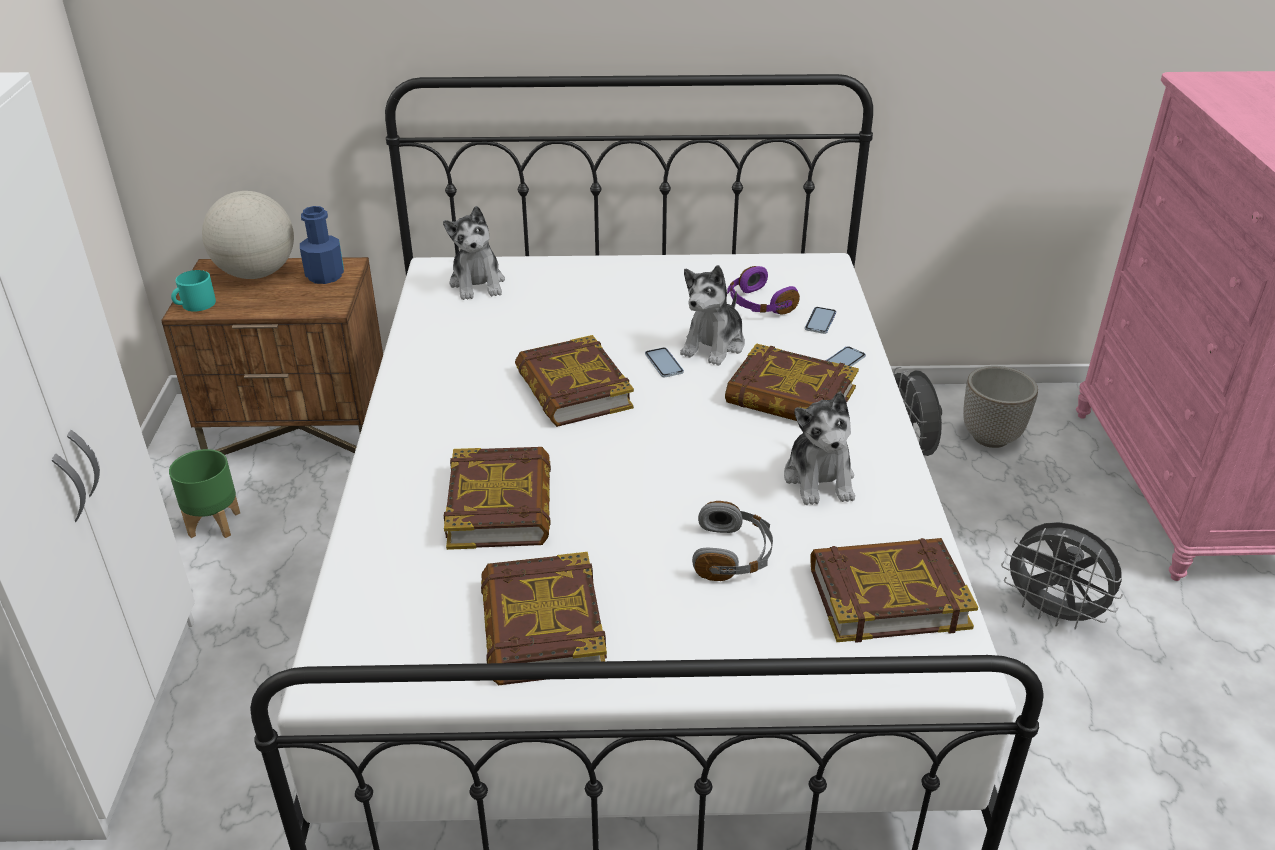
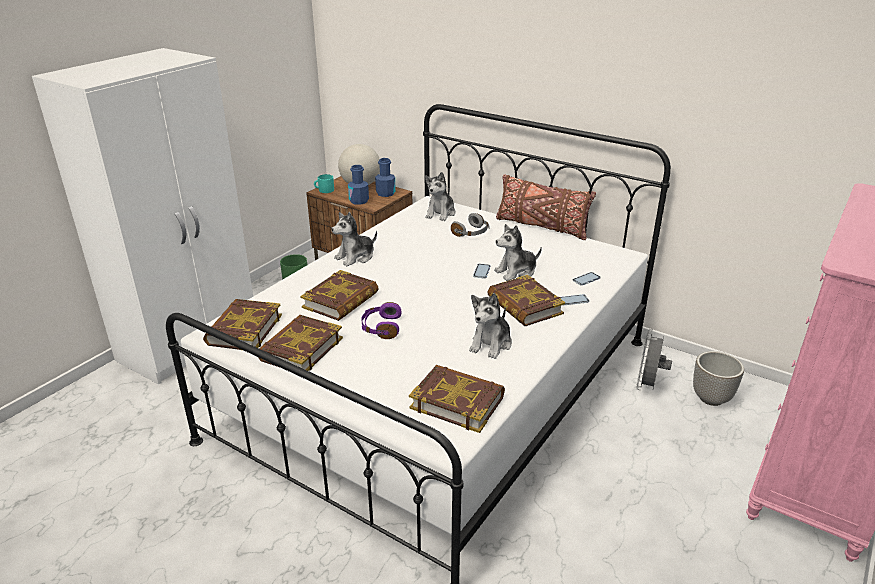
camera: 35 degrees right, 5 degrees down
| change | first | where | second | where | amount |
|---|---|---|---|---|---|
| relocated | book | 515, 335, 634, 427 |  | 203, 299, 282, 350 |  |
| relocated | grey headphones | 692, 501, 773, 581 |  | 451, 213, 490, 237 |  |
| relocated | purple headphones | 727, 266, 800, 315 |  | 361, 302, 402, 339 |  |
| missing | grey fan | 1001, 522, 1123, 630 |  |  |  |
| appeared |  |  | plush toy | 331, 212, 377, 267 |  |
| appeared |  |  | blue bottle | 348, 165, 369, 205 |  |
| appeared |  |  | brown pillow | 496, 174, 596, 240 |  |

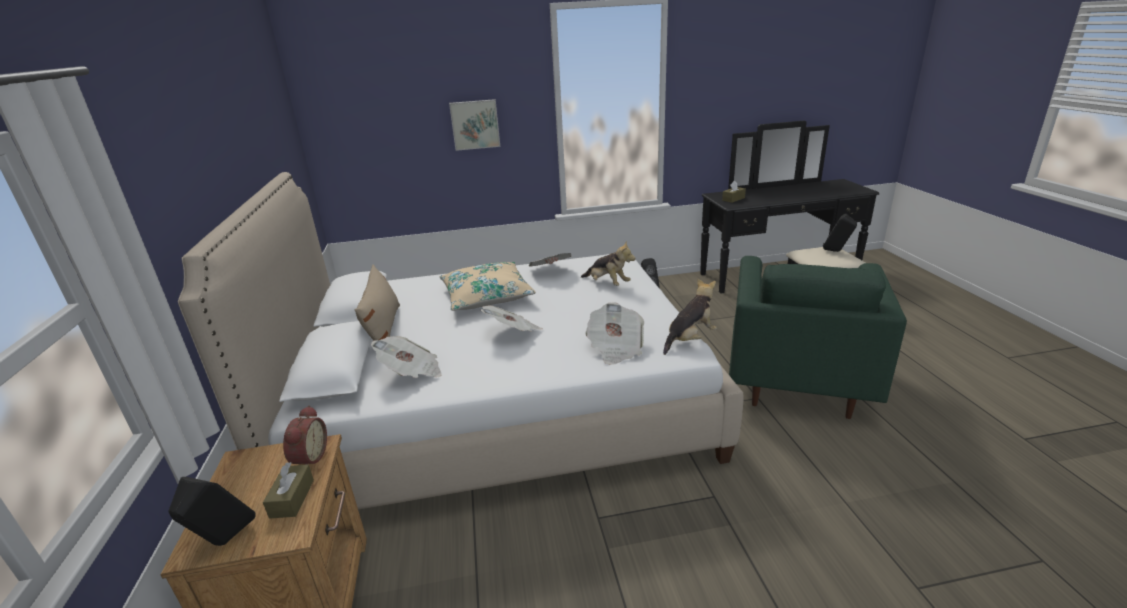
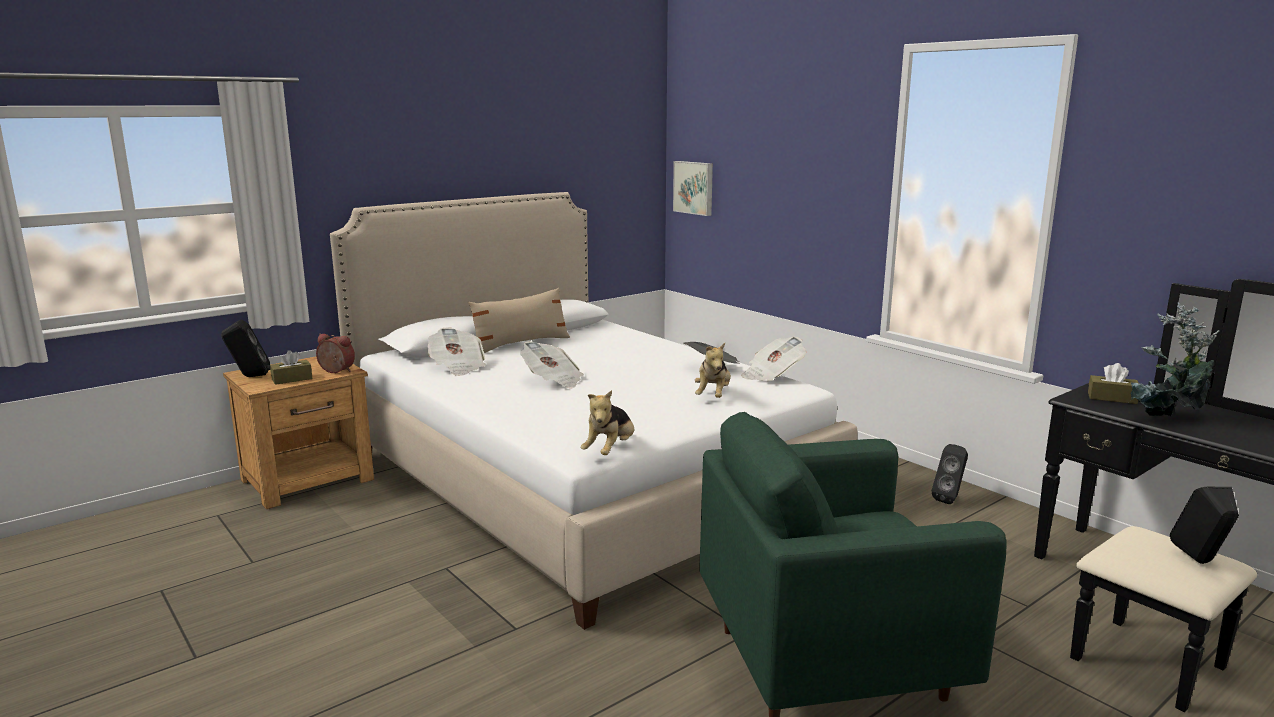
camera: 60 degrees right, 10 degrees down
| change | first | where | second | where | amount |
|---|---|---|---|---|---|
| spun | alarm clock | 283, 405, 327, 465 |  | 316, 334, 355, 373 | 135 degrees counterclockwise |
| missing | beige pillow | 439, 262, 536, 311 |  |  |  |
| relocated | picture | 449, 99, 500, 151 |  | 673, 161, 713, 216 |  |
| relocated | newspaper | 585, 302, 644, 365 |  | 741, 337, 806, 381 |  |
| spun | plush toy | 663, 279, 717, 355 |  | 581, 390, 634, 455 | 90 degrees clockwise |
| appeared |  |  | potted plant | 1129, 302, 1219, 416 |  |

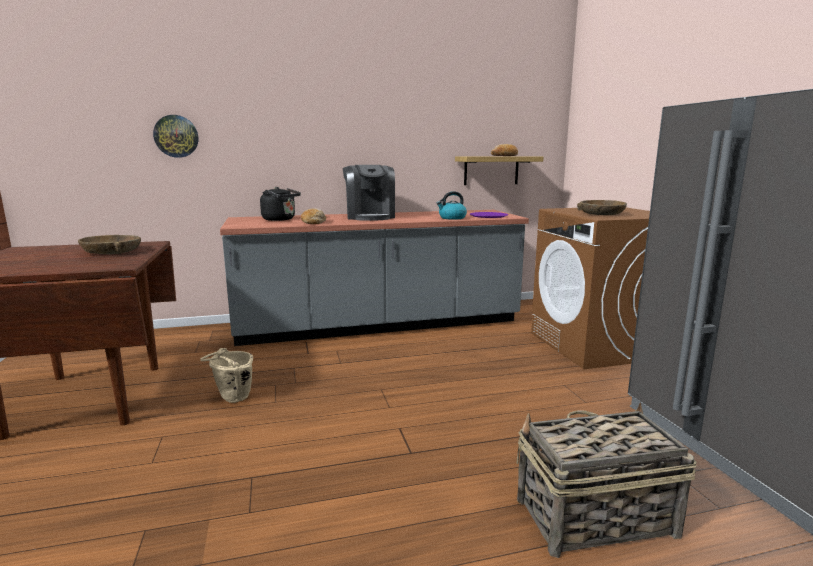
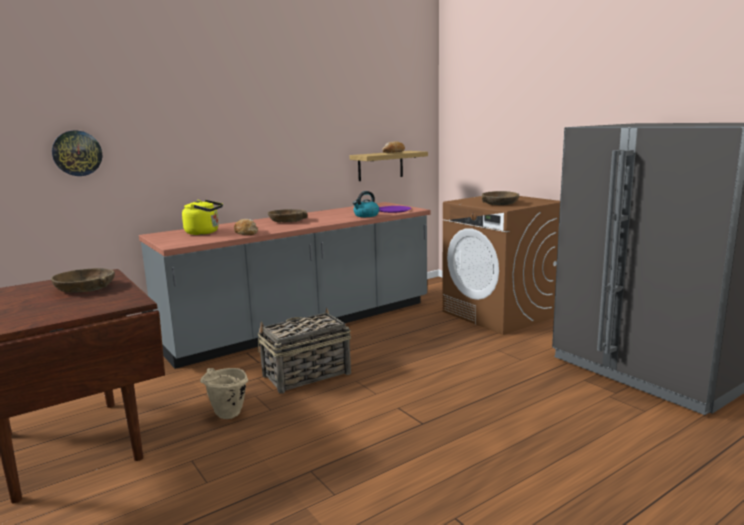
camera: 20 degrees left, 0 degrees up
| change | first | where | second | where | amount |
|---|---|---|---|---|---|
| colour | black kettle | 260, 187, 301, 221 | yellow kettle | 182, 200, 223, 235 |  |
| exchanged | coffee machine | 343, 165, 395, 221 | brown bowl | 268, 209, 307, 223 |  |
| relocated | basket | 516, 403, 696, 558 |  | 257, 307, 351, 394 |  |

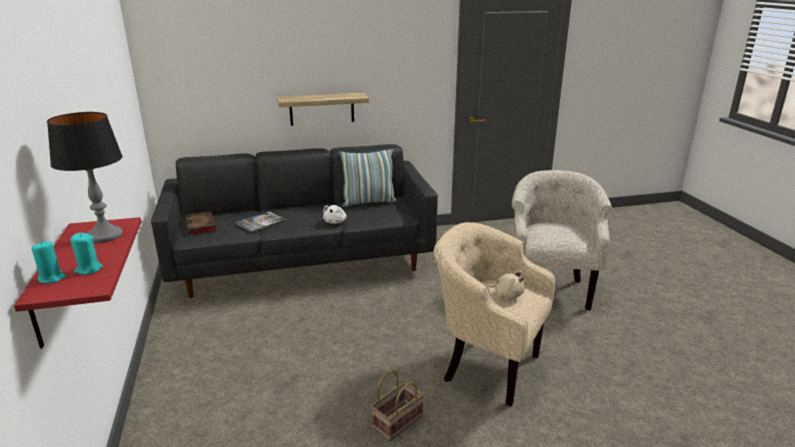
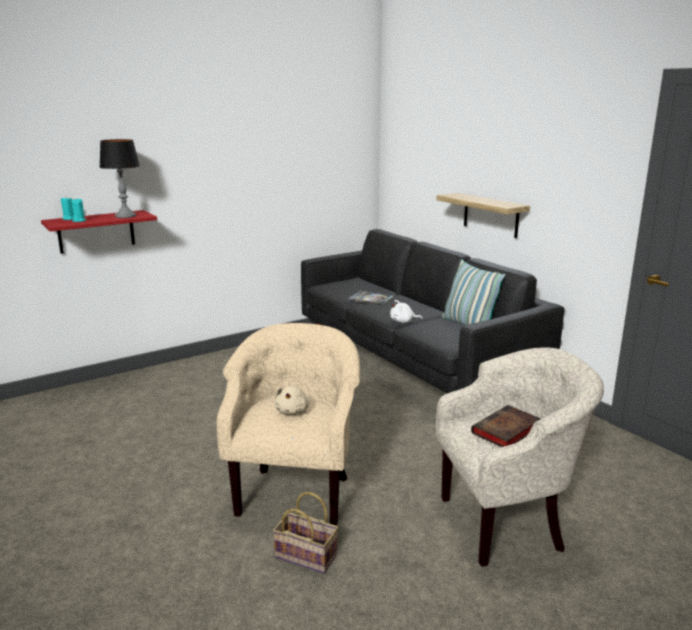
camera: 70 degrees right, 5 degrees down
| change | first | where | second | where | amount |
|---|---|---|---|---|---|
| relocated | book | 185, 211, 217, 235 |  | 471, 405, 541, 447 |  |
| relocated | basket | 371, 370, 424, 441 |  | 273, 492, 338, 573 |  |

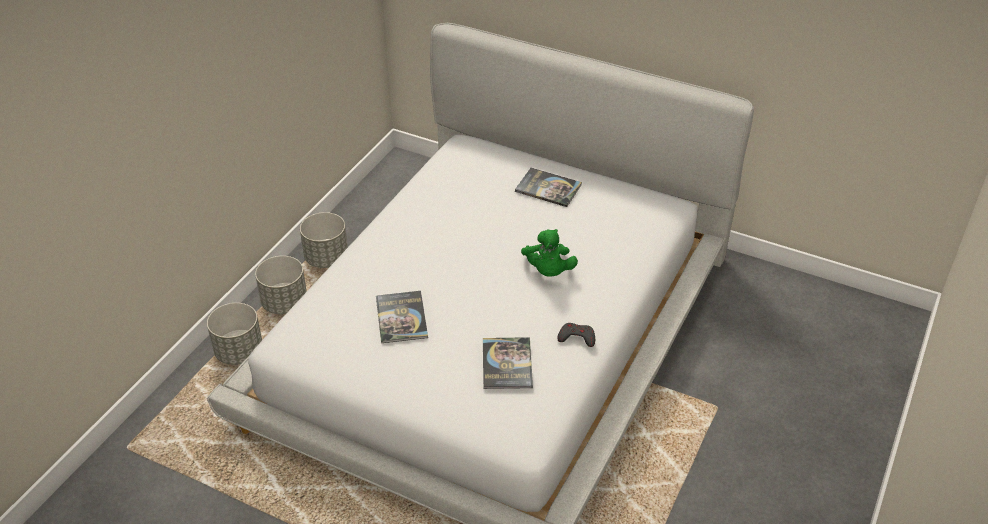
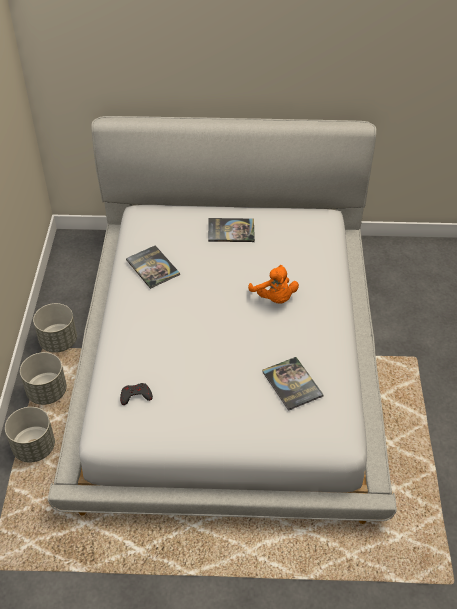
camera: 25 degrees left, 5 degrees up
| change | first | where | second | where | amount |
|---|---|---|---|---|---|
| relocated | book | 376, 291, 428, 343 |  | 126, 245, 180, 289 |  |
| colour | green plush toy | 521, 229, 578, 277 | orange plush toy | 248, 265, 299, 304 |  |
| relocated | grey game controller | 557, 323, 595, 347 |  | 120, 383, 153, 405 |  |

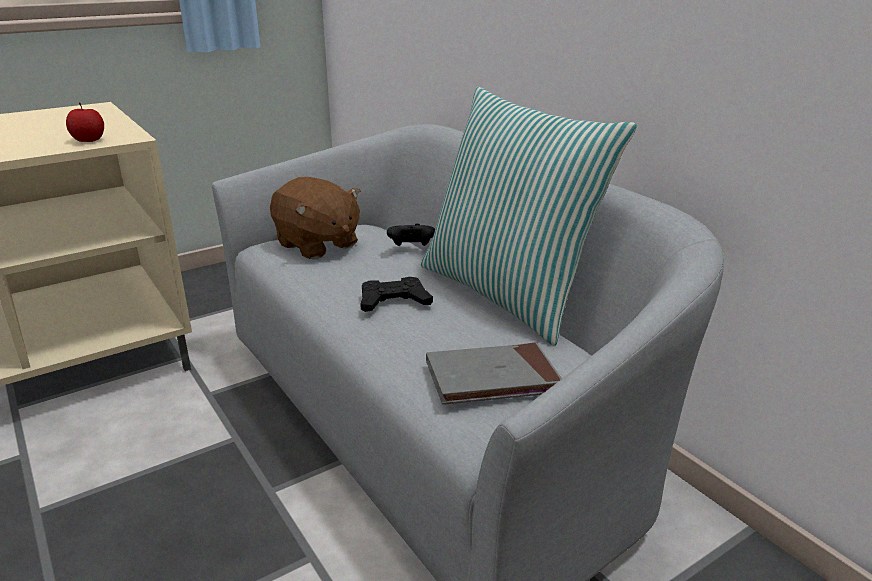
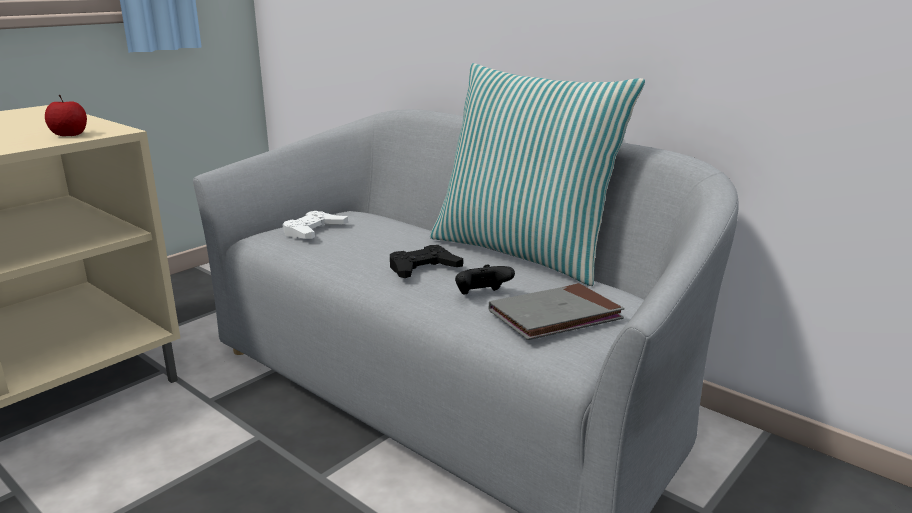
camera: 15 degrees left, 5 degrees down
| change | first | where | second | where | amount |
|---|---|---|---|---|---|
| exchanged | brown plush toy | 270, 177, 361, 259 | white game controller | 282, 211, 348, 239 |  |
| relocated | black game controller | 387, 223, 435, 246 |  | 455, 264, 515, 295 |  |

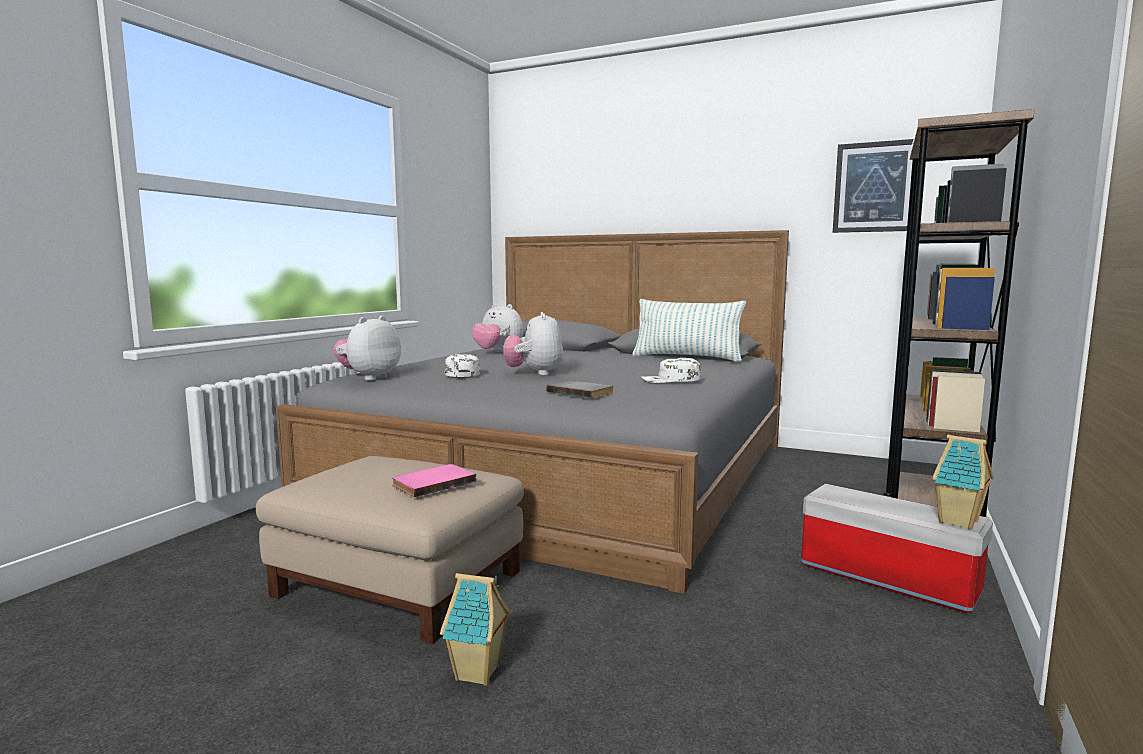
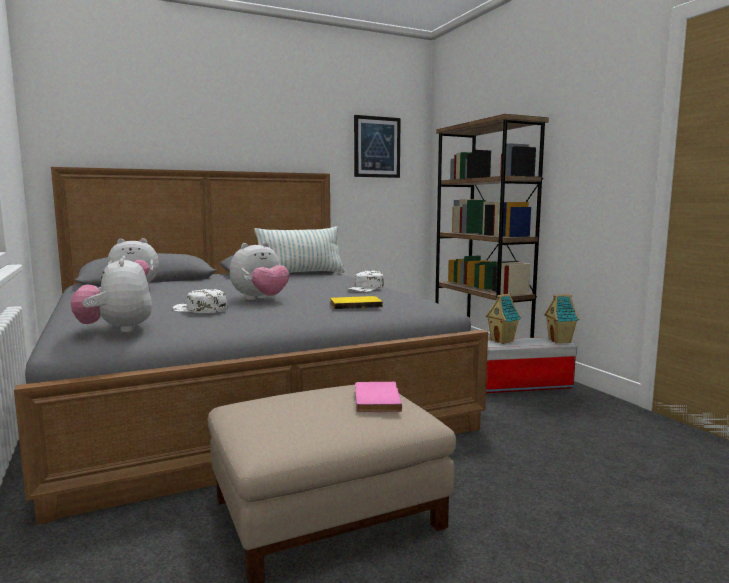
camera: 50 degrees left, 0 degrees up
| change | first | where | second | where | amount |
|---|---|---|---|---|---|
| relocated | toy house | 440, 573, 511, 686 |  | 485, 293, 521, 344 |  |
| spun | plush toy | 503, 312, 563, 375 |  | 230, 242, 289, 300 | 75 degrees counterclockwise |
| colour | grey book | 546, 380, 614, 398 | yellow book | 330, 296, 383, 309 |  |

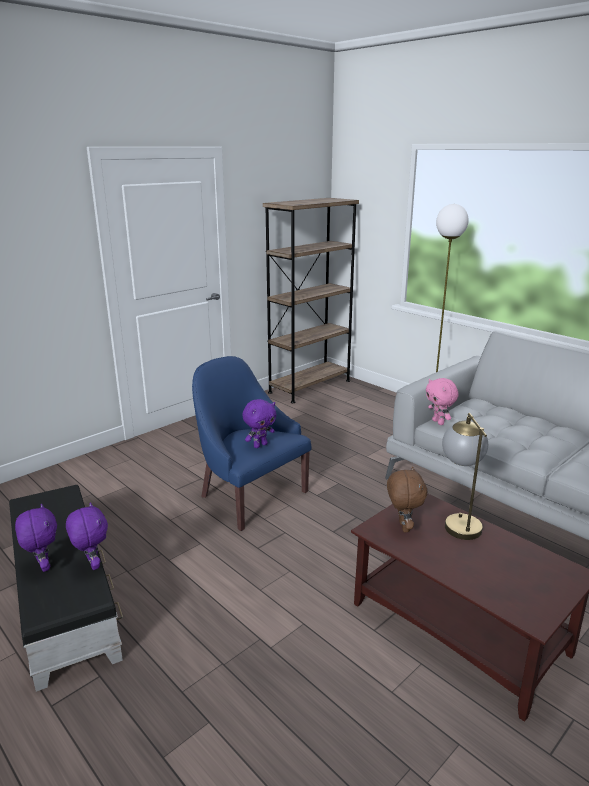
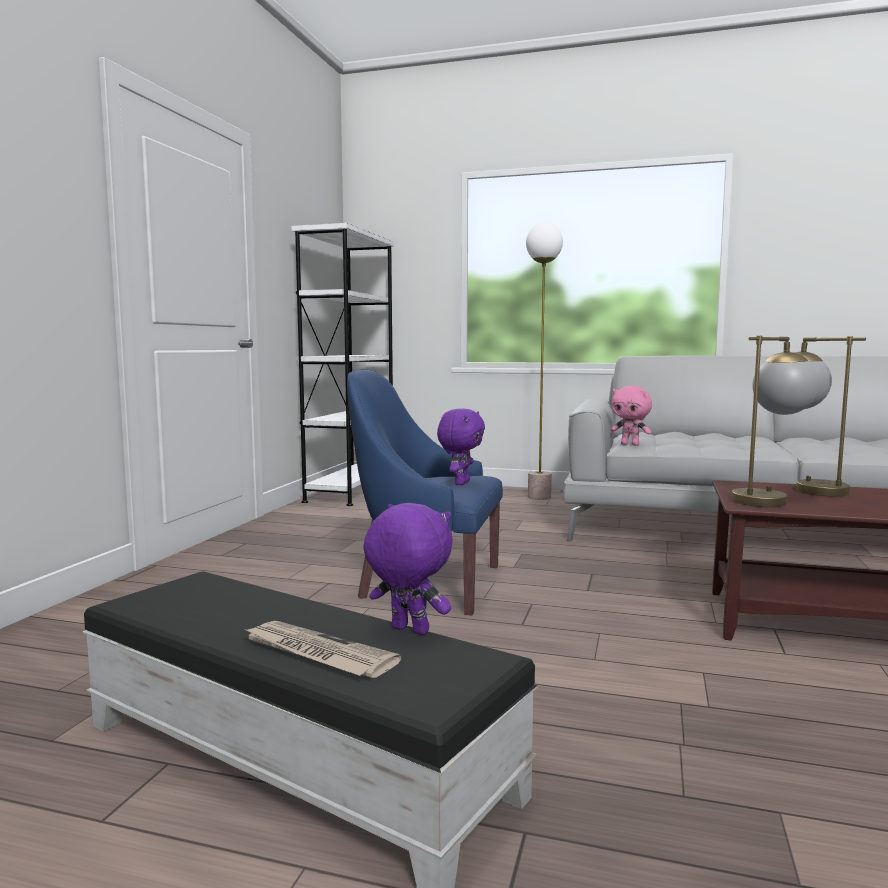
camera: 30 degrees left, 15 degrees down
| change | first | where | second | where | amount |
|---|---|---|---|---|---|
| exchanged | purple plush toy | 15, 504, 57, 572 | newspaper | 244, 621, 401, 678 |  |
| colour | brown bookcase | 263, 198, 359, 403 | white bookcase | 292, 223, 394, 506 |  |
| exchanged | brown plush toy | 387, 466, 427, 532 | table lamp | 732, 336, 820, 507 |  |

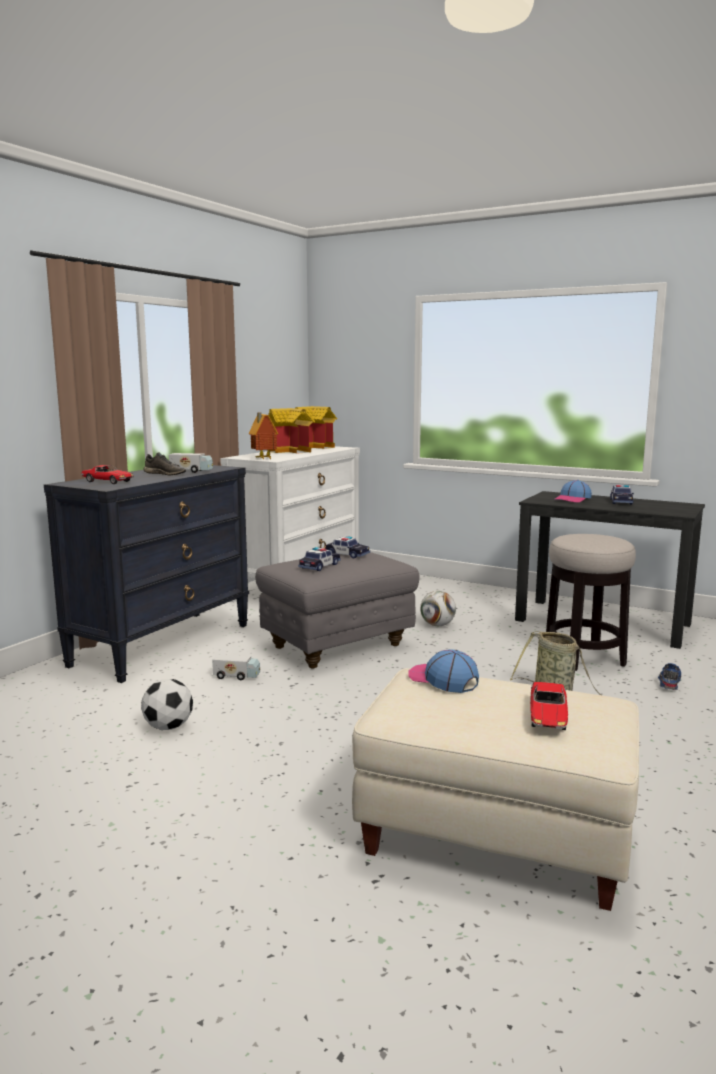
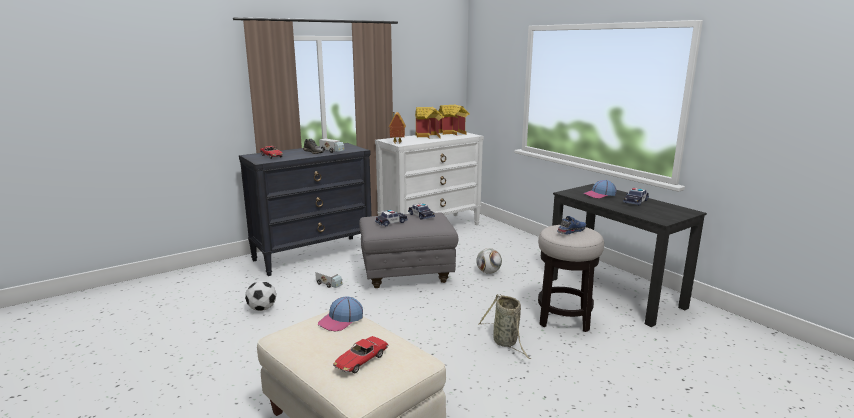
camera: 25 degrees right, 5 degrees up
| change | first | where | second | where | amount |
|---|---|---|---|---|---|
| spun | cap | 408, 649, 479, 693 |  | 318, 296, 363, 331 | 120 degrees counterclockwise |
| relocated | blue shoe | 658, 663, 681, 690 |  | 557, 216, 586, 235 |  |

